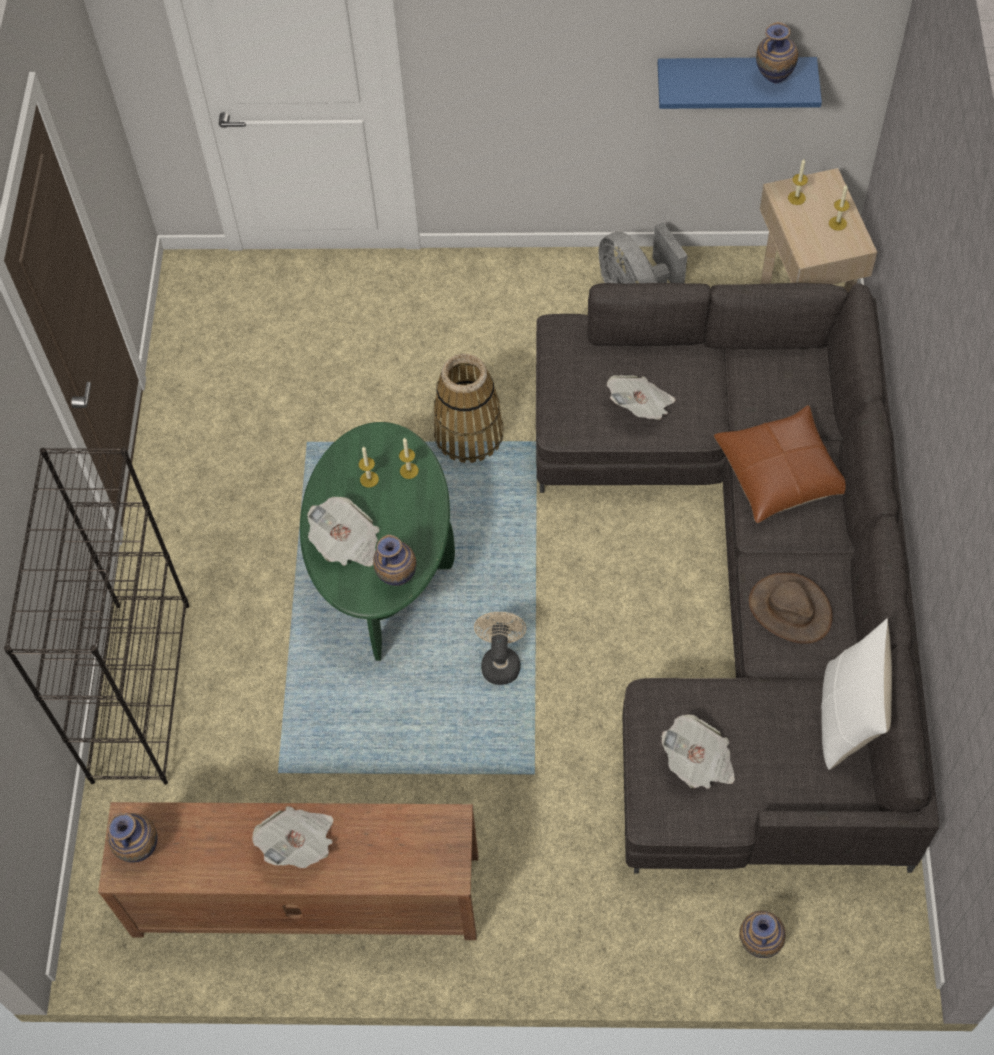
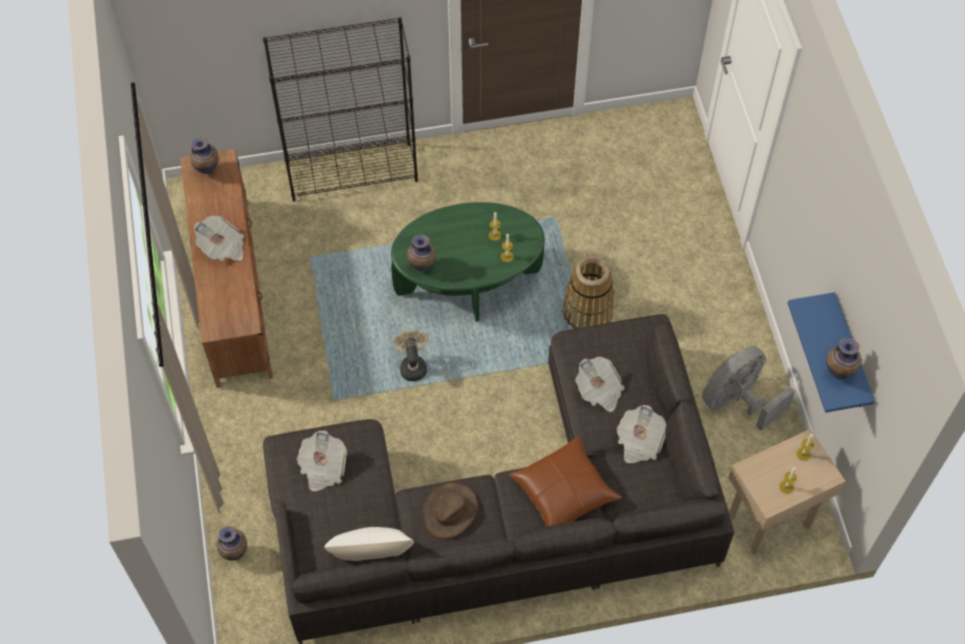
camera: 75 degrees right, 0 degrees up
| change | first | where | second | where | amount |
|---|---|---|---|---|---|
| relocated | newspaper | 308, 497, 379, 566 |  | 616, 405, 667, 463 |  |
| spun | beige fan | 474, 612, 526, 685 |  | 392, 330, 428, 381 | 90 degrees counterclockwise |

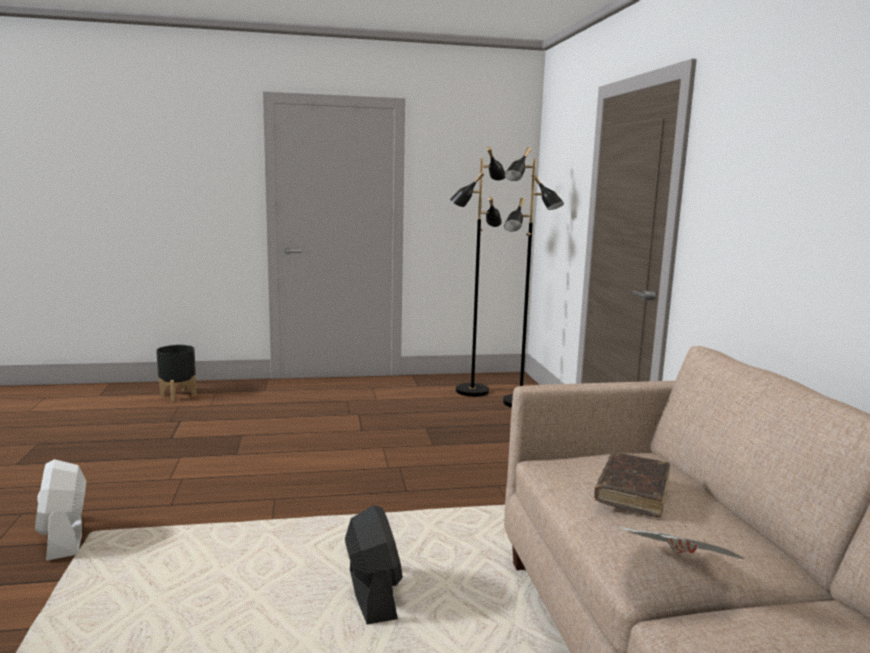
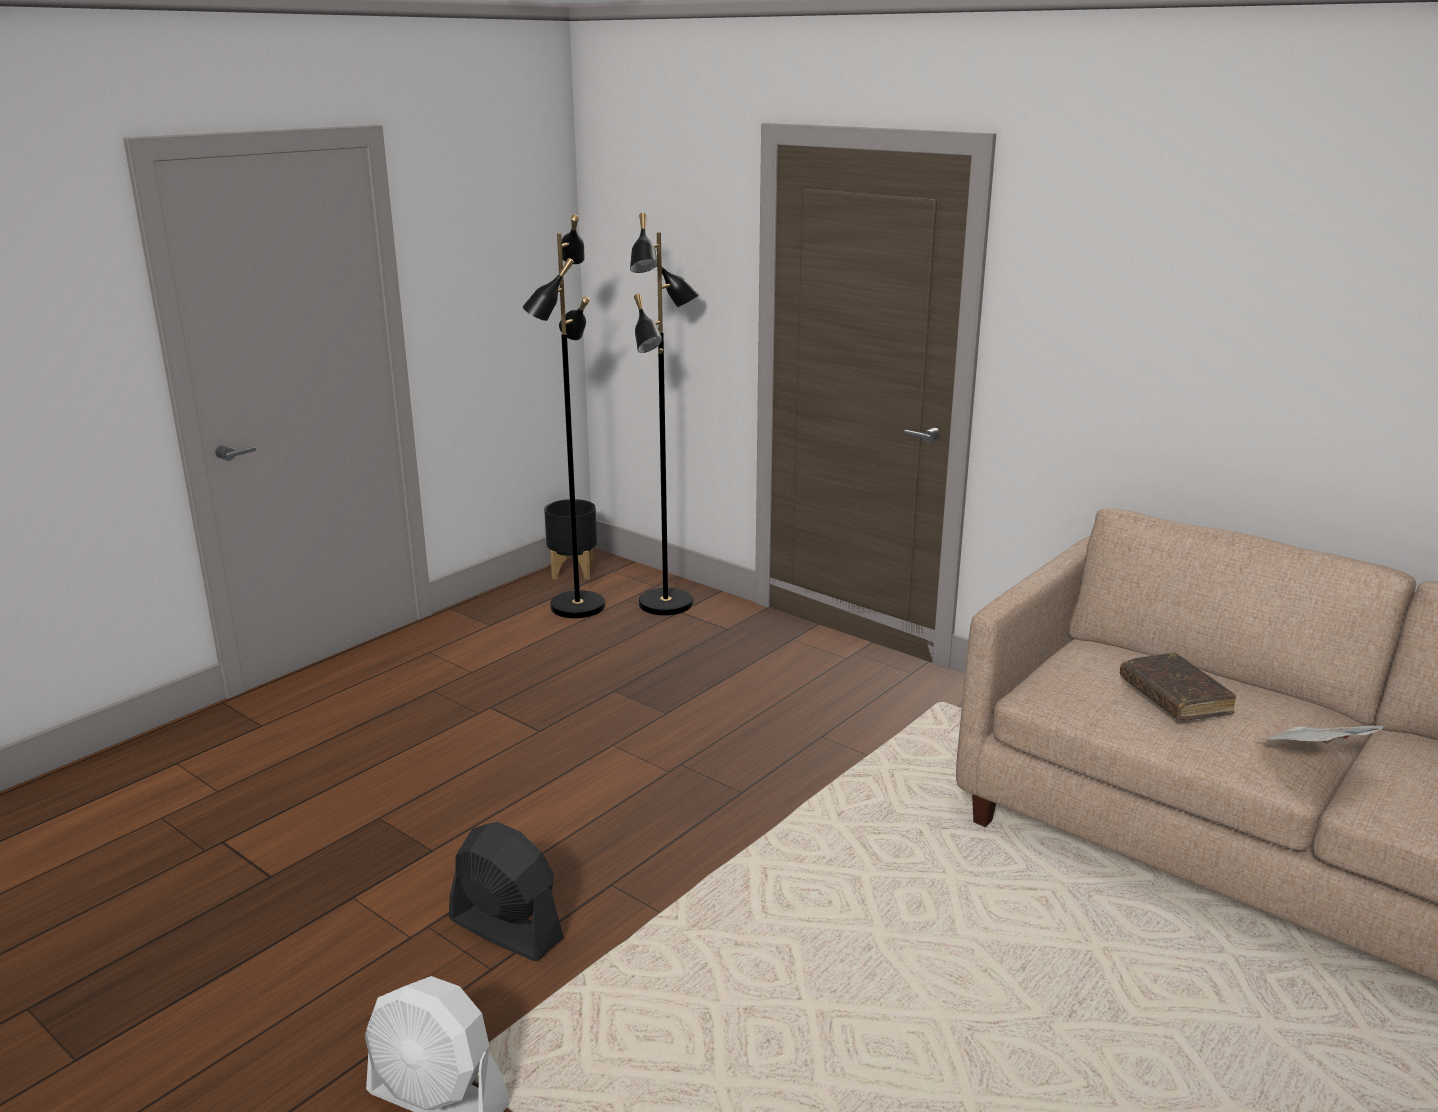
camera: 40 degrees left, 10 degrees up
| change | first | where | second | where | amount |
|---|---|---|---|---|---|
| relocated | black planter | 156, 345, 197, 401 |  | 544, 499, 597, 580 |  |
| relocated | black fan | 345, 505, 403, 624 |  | 449, 822, 564, 961 |  |

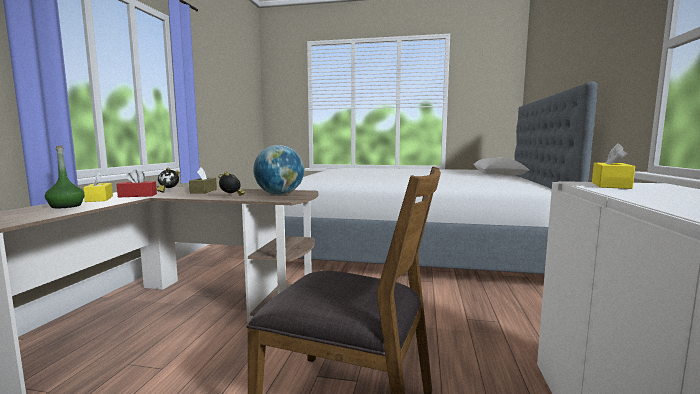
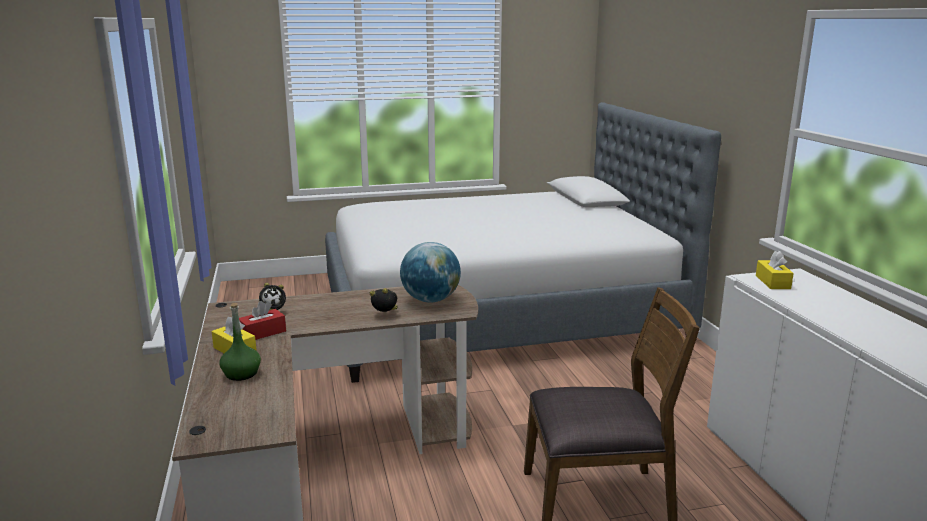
camera: 25 degrees left, 10 degrees up
| change | first | where | second | where | amount |
|---|---|---|---|---|---|
| missing | brown tissue box | 189, 167, 217, 194 |  |  |  |

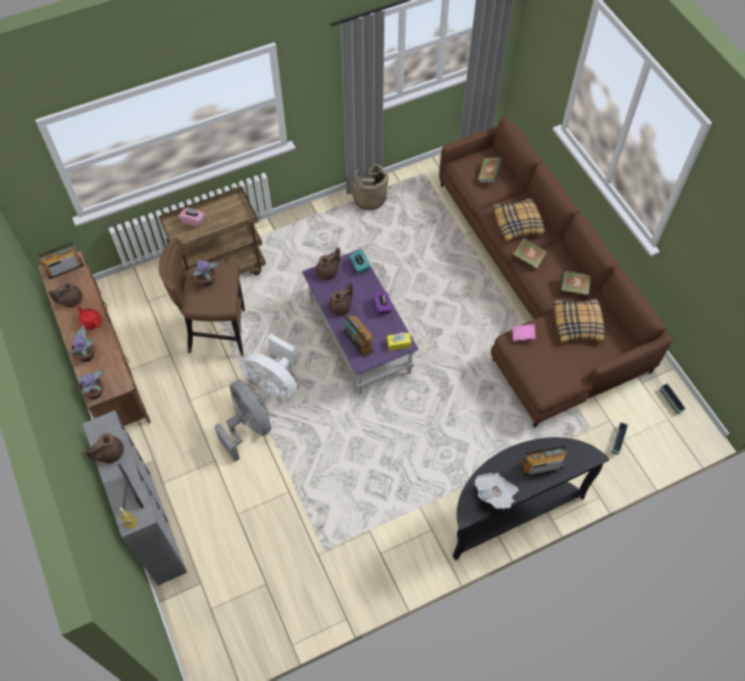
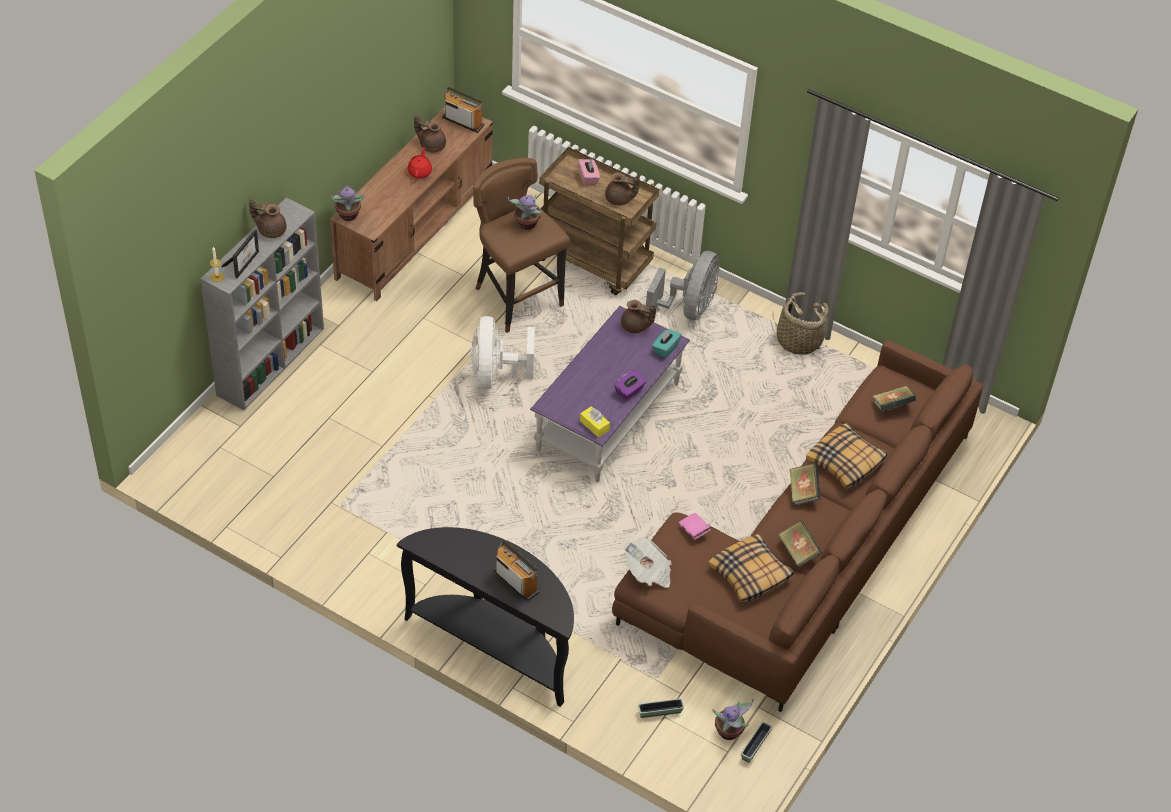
camera: 55 degrees right, 10 degrees down
| change | first | where | second | where | amount |
|---|---|---|---|---|---|
| relocated | potted plant | 66, 323, 95, 362 |  | 712, 699, 753, 740 |  |
| relocated | grey fan | 214, 380, 271, 462 |  | 646, 251, 719, 320 |  |
| relocated | brown teapot | 329, 282, 353, 316 |  | 605, 173, 640, 206 |  |
| missing | radio | 343, 315, 374, 357 |  |  |  |
| relocated | newspaper | 475, 473, 518, 509 |  | 625, 538, 671, 588 |  |

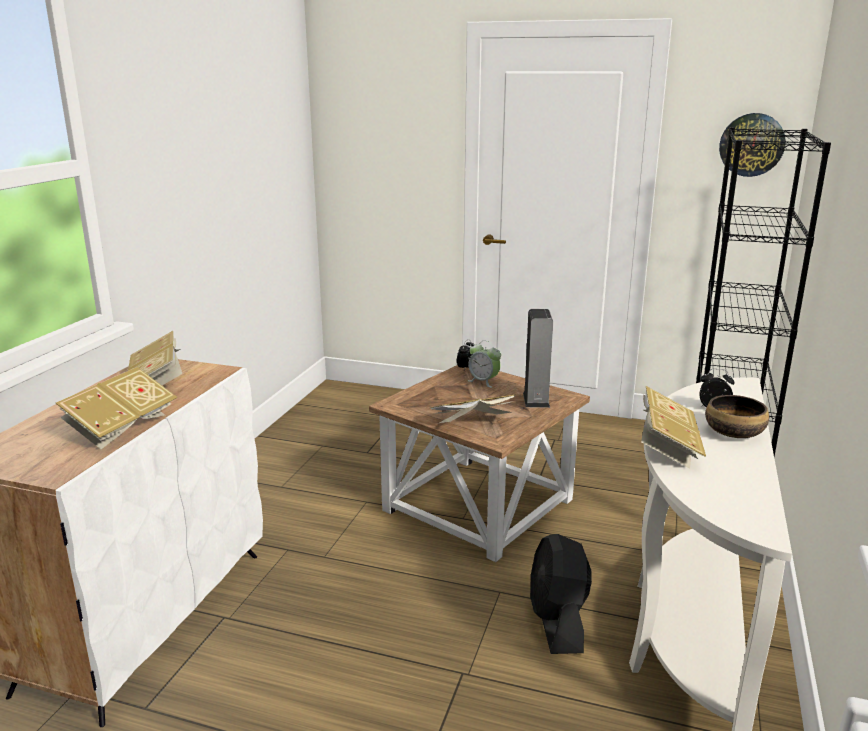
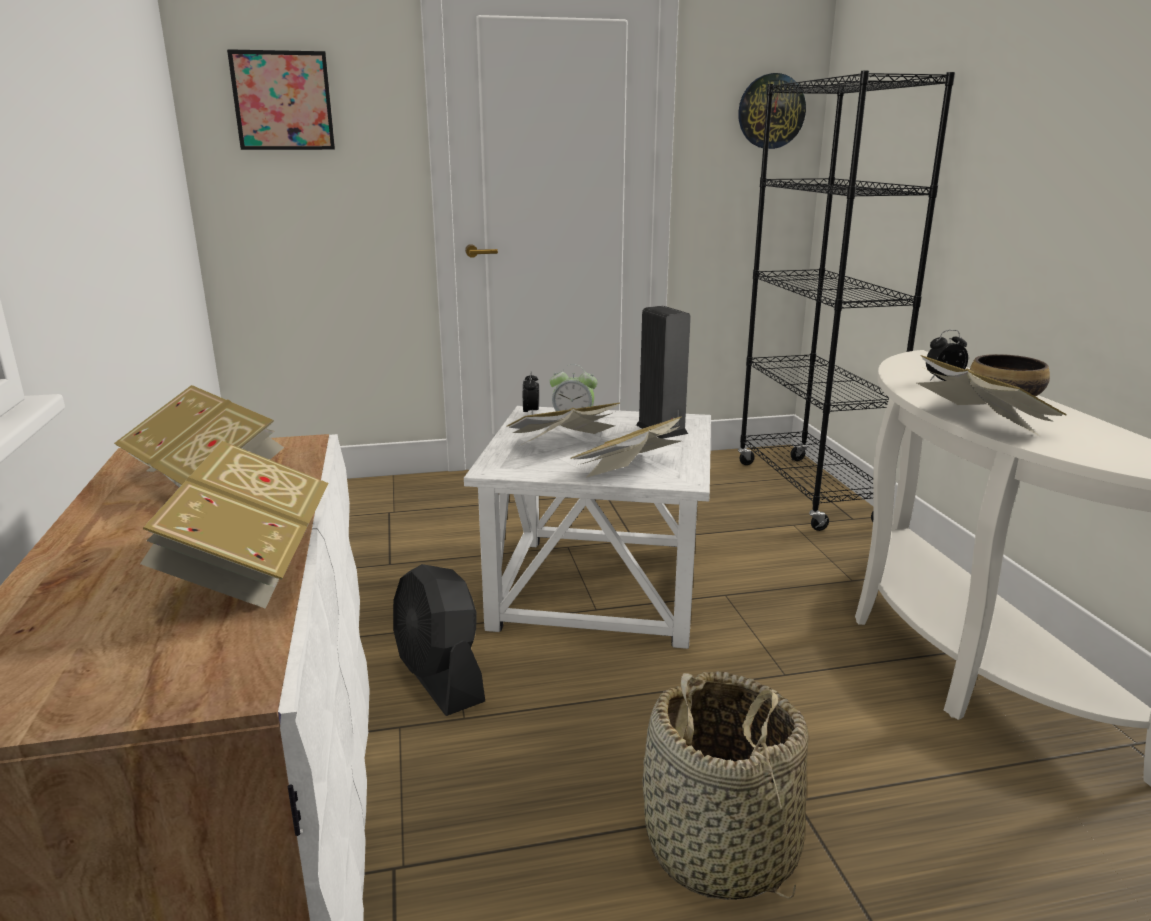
camera: 30 degrees left, 0 degrees up
| change | first | where | second | where | amount |
|---|---|---|---|---|---|
| colour | brown side table | 369, 365, 590, 562 | white side table | 464, 406, 711, 649 |  |
| relocated | black fan | 530, 534, 592, 654 |  | 393, 564, 485, 716 |  |
| appeared |  |  | picture | 227, 49, 335, 150 |  |
| appeared |  |  | book | 506, 402, 620, 445 |  |
| appeared |  |  | basket | 643, 671, 808, 900 |  |

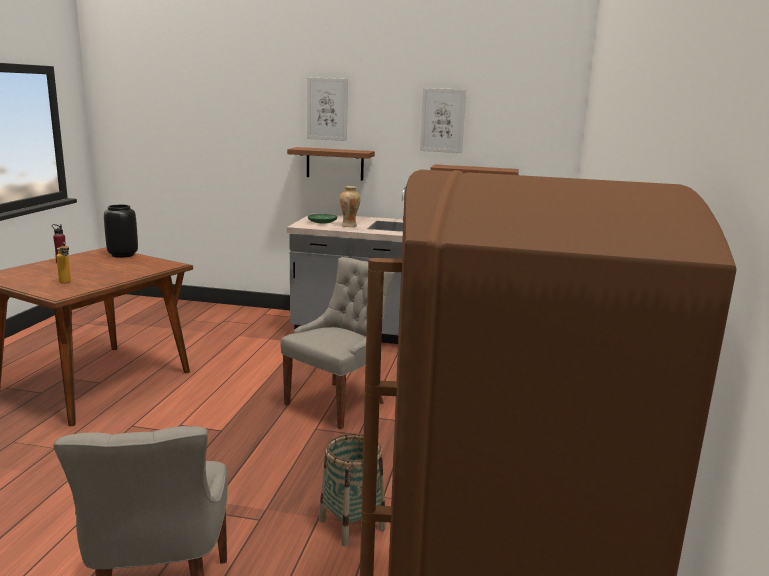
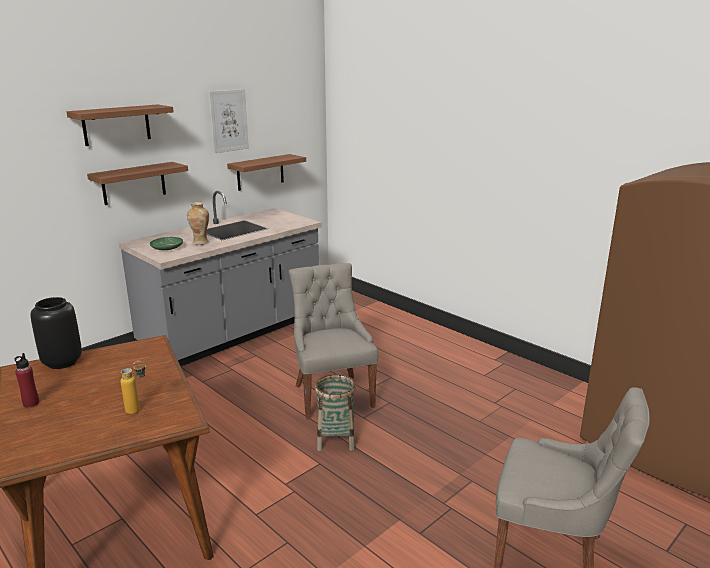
camera: 55 degrees left, 5 degrees up
| change | first | where | second | where | amount |
|---|---|---|---|---|---|
| exchanged | picture | 307, 77, 348, 141 | shelf | 66, 104, 174, 146 |  |
| relocated | basket | 319, 433, 386, 546 |  | 315, 374, 356, 451 |  |

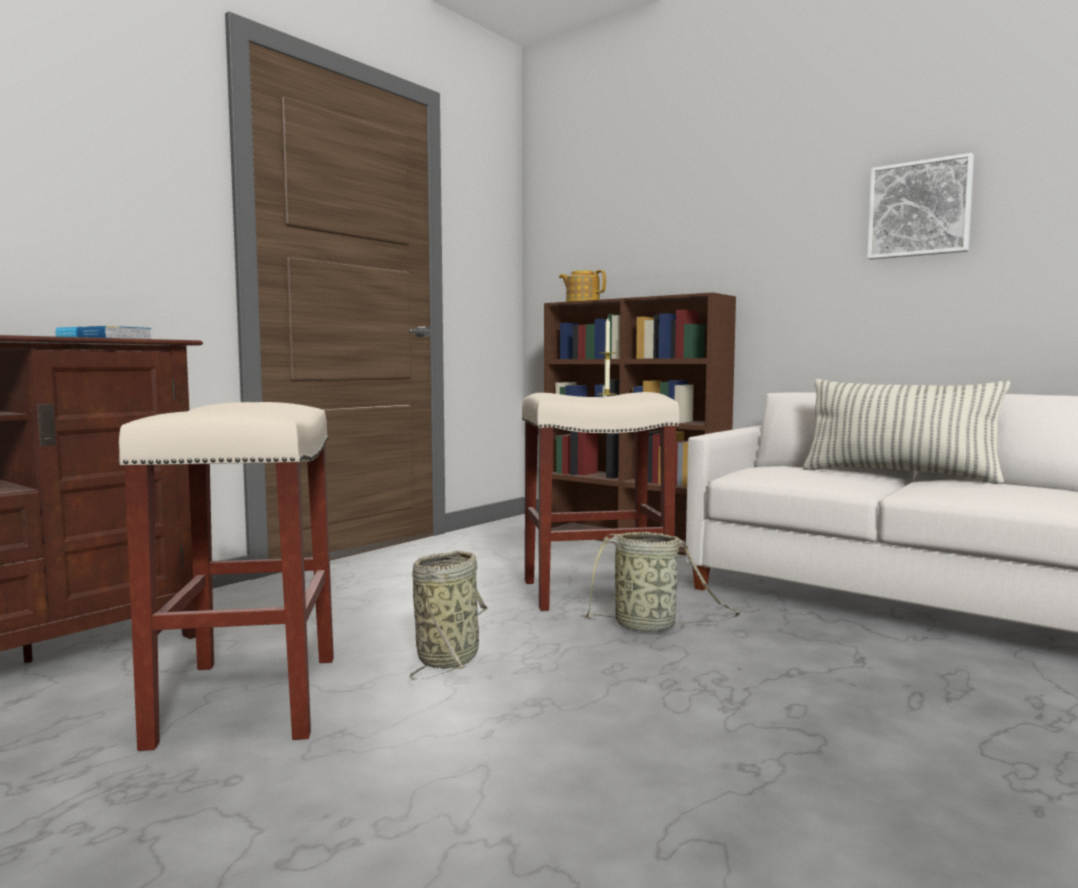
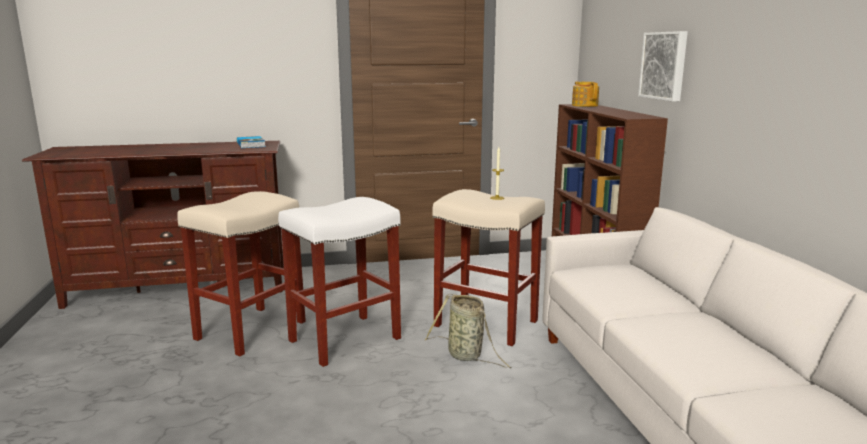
camera: 40 degrees right, 10 degrees up
| change | first | where | second | where | amount |
|---|---|---|---|---|---|
| exchanged | basket | 410, 551, 487, 680 | white stool | 278, 197, 401, 367 |  |
| missing | pillow | 803, 379, 1010, 484 |  |  |  |
| relocated | picture | 867, 153, 974, 260 |  | 638, 31, 688, 102 |  |

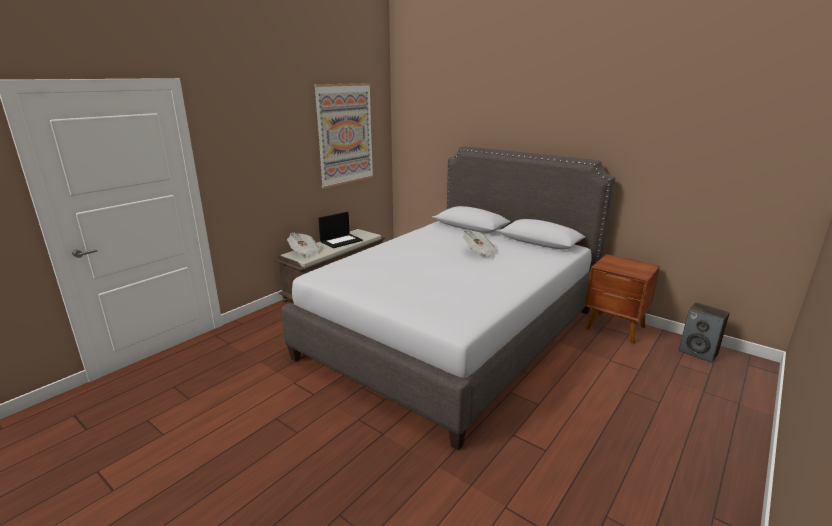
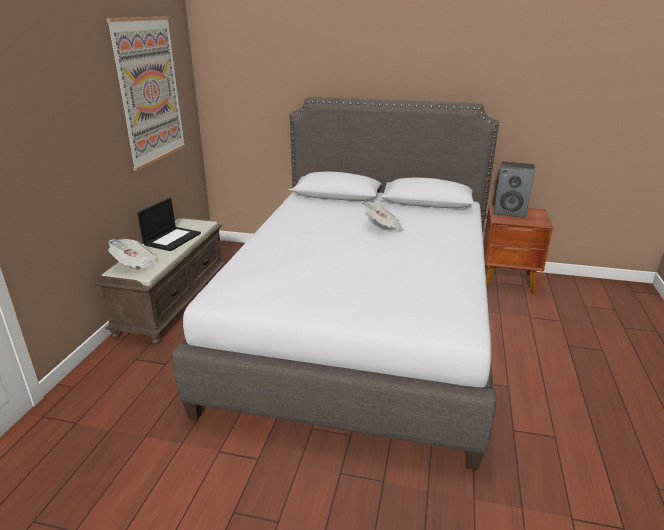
camera: 25 degrees left, 5 degrees up
| change | first | where | second | where | amount |
|---|---|---|---|---|---|
| relocated | speaker | 679, 302, 730, 363 |  | 493, 161, 535, 218 |  |

